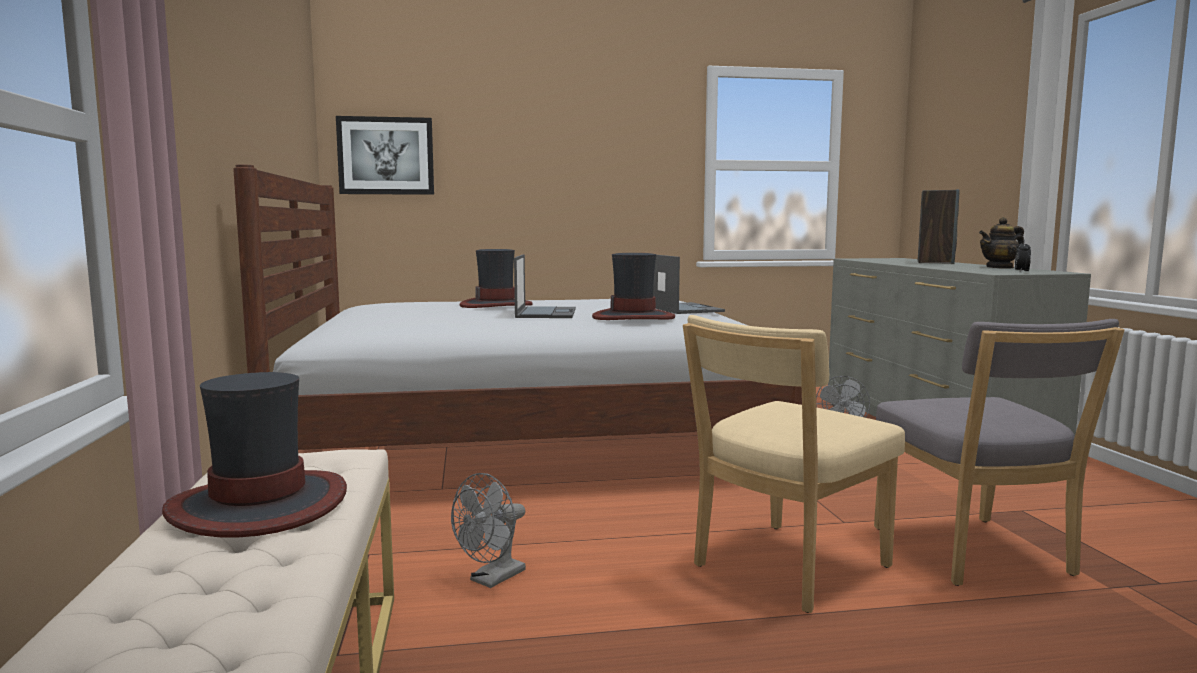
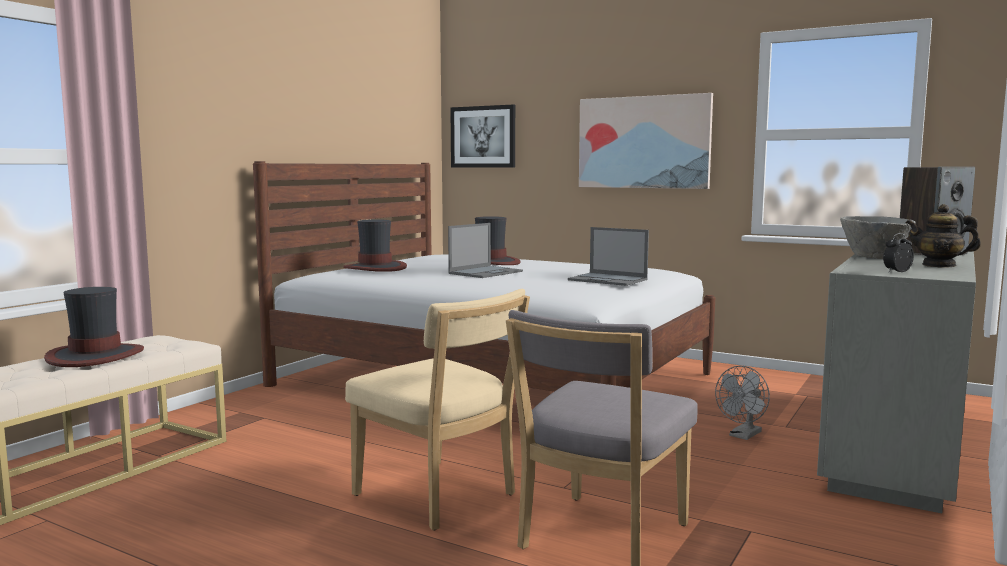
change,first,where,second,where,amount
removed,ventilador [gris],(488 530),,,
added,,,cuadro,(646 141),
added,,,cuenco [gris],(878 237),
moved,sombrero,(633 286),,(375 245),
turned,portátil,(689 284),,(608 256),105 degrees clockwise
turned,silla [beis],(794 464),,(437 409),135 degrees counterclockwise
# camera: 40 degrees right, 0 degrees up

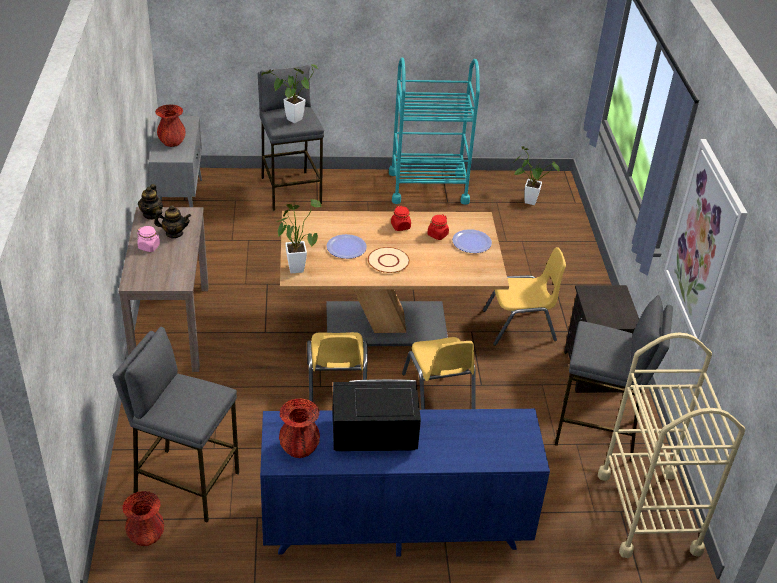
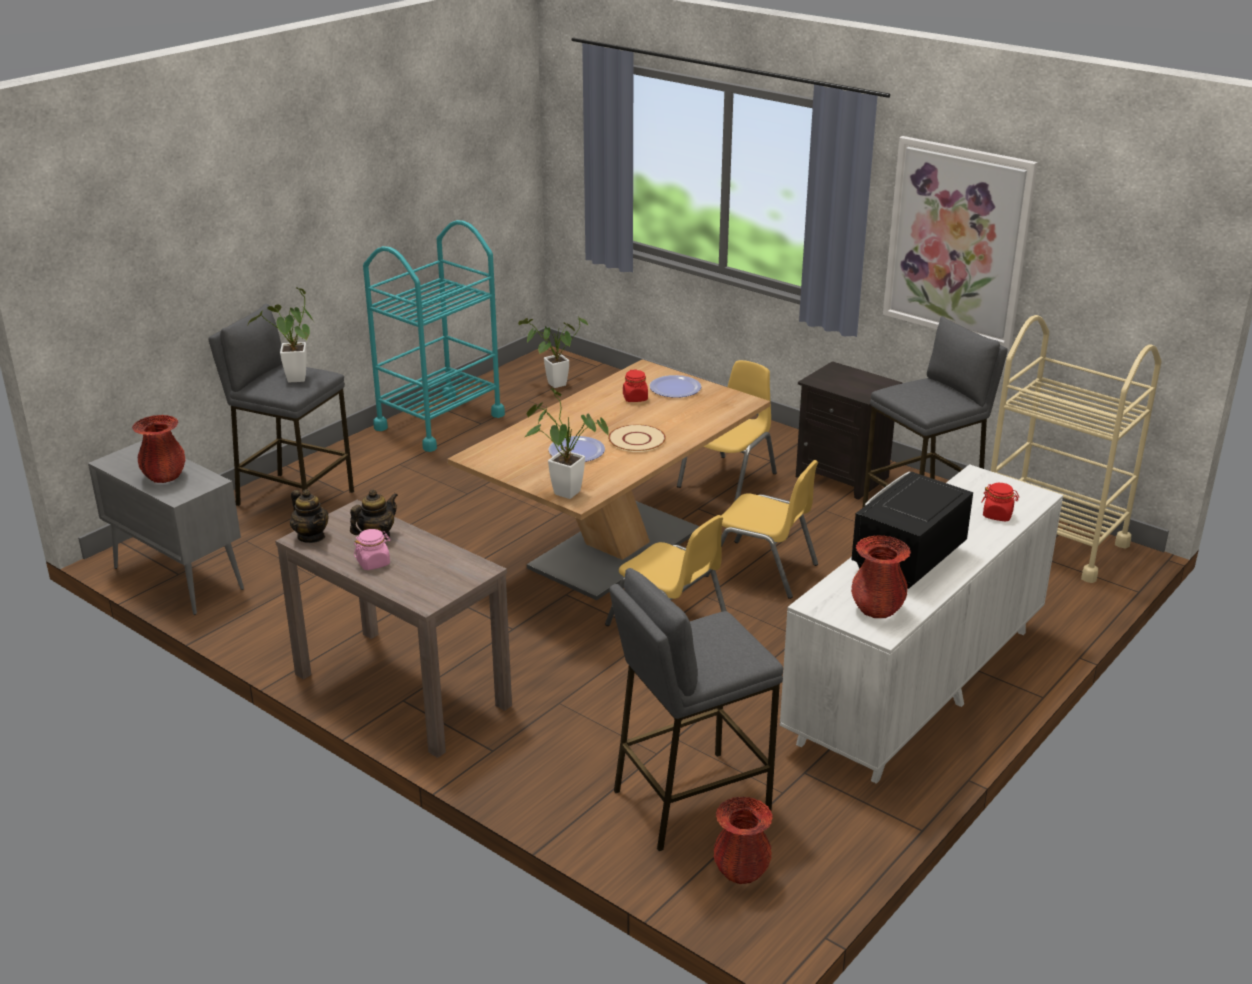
change,first,where,second,where,amount
moved,tarro [rojo],(401 218),,(1000 502),
recoloured,cómoda [azul],(405 483),cómoda [blanco],(921 624),
# camera: 45 degrees left, 10 degrees down

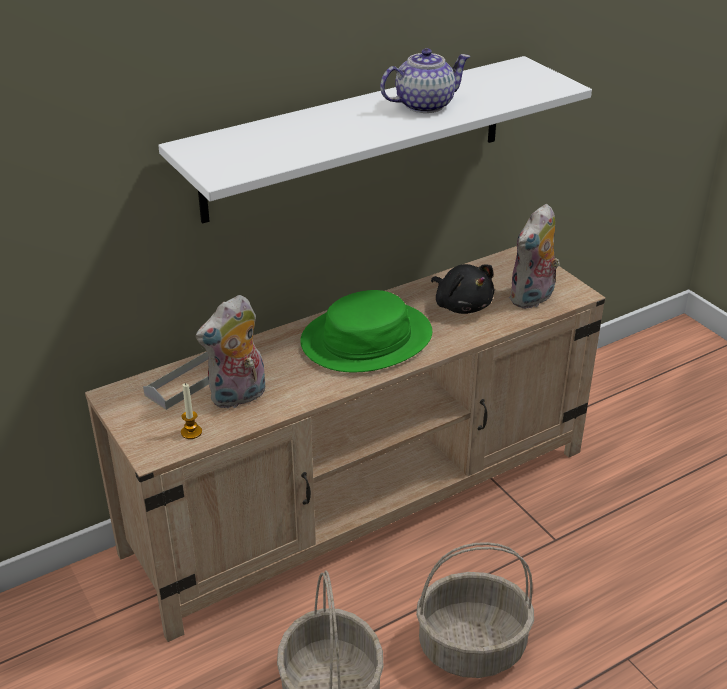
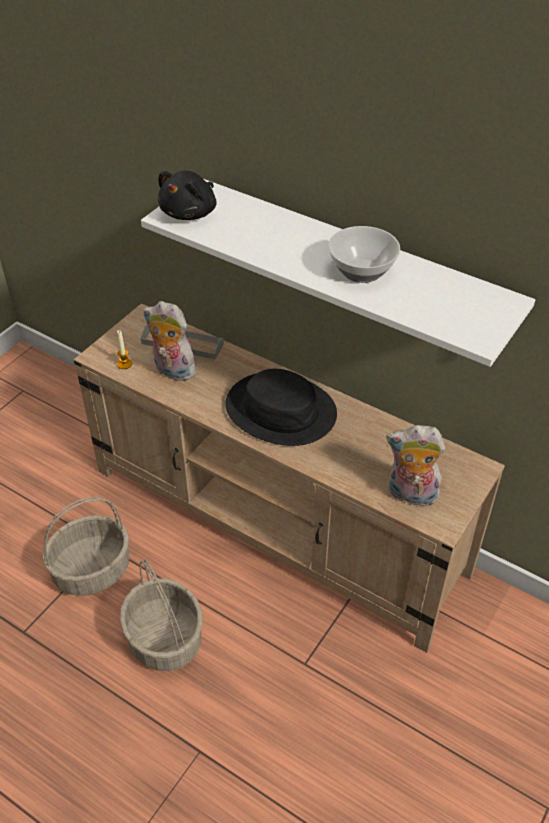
change,first,where,second,where,amount
moved,peluche [negro],(462 289),,(187 195),
replaced,tetera,(425 80),cuenco,(364 254),
recoloured,sombrero [verde],(366 331),sombrero [negro],(281 407),
# camera: 65 degrees right, 10 degrees up

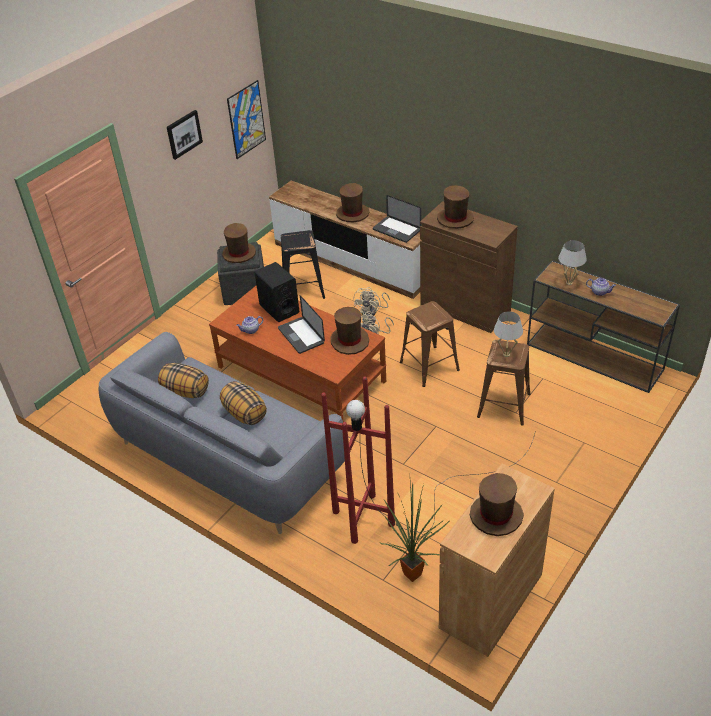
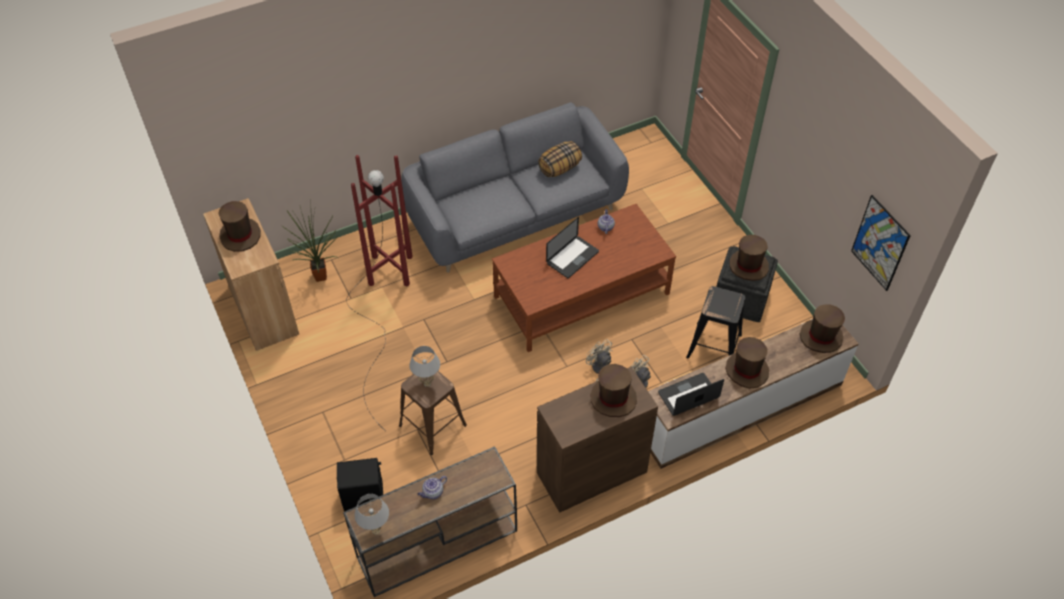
change,first,where,second,where,amount
removed,cuadro,(185 135),,,
removed,cojín,(243 403),,,
removed,taburete [marrón],(430 344),,,
moved,altavoz [negro],(277 292),,(360 484),
moved,sombrero [marrón],(349 331),,(822 329),
moved,lámpara de mesa [blanco],(572 262),,(371 514),
turned,portátil,(301 324),,(572 247),135 degrees clockwise
# camera: 115 degrees right, 10 degrees up

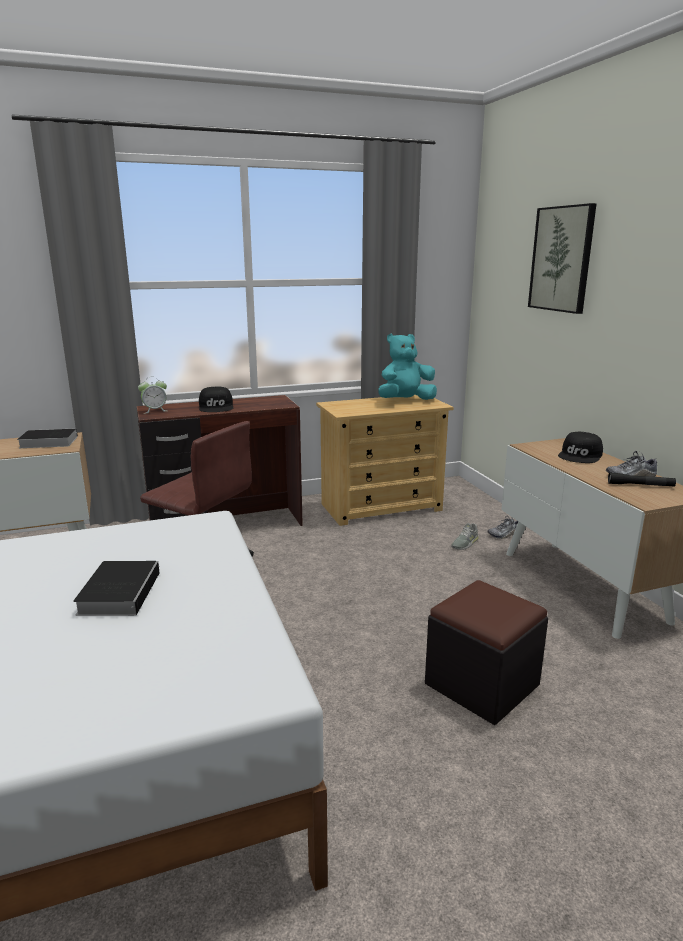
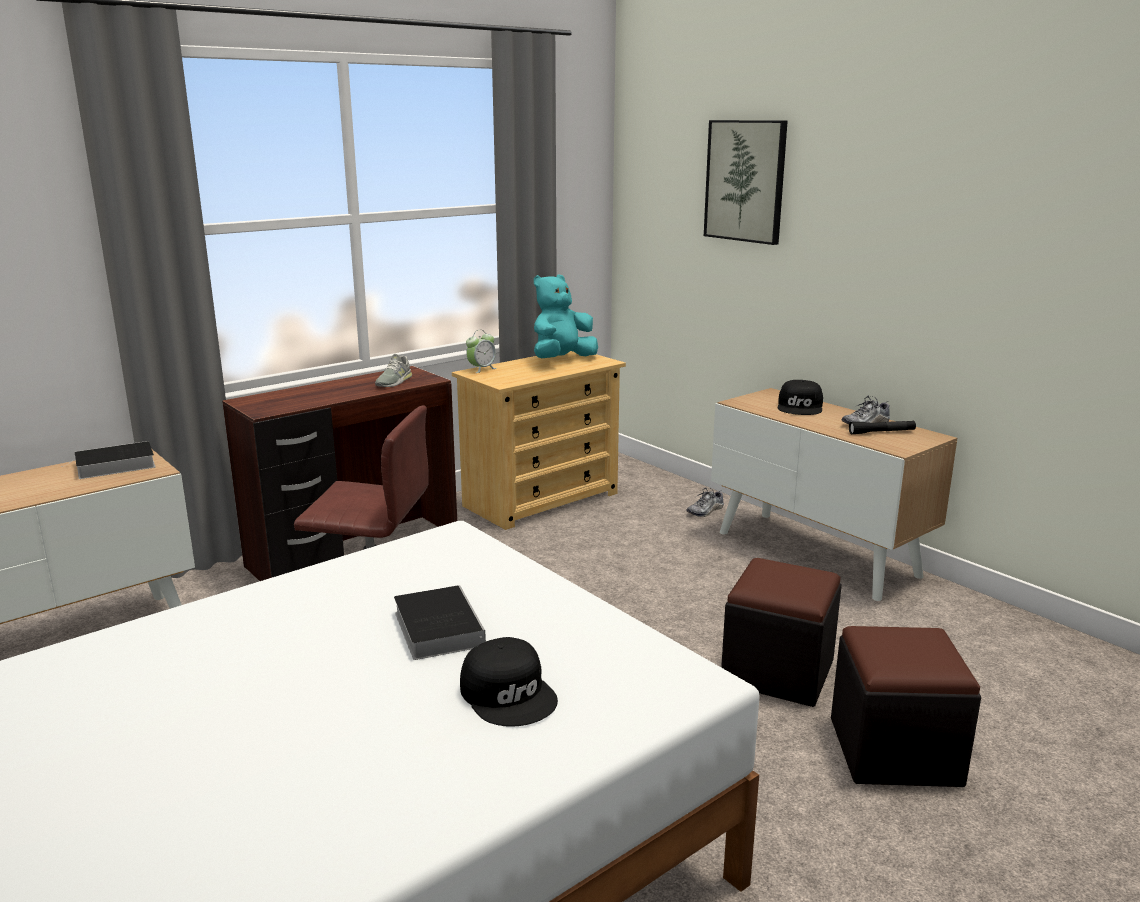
change,first,where,second,where,amount
added,,,puf [negro],(906 706),
moved,despertador,(152 395),,(481 351),
moved,gorra [negro],(216 399),,(509 682),
moved,zapato [gris],(465 536),,(393 370),
# camera: 20 degrees left, 0 degrees up

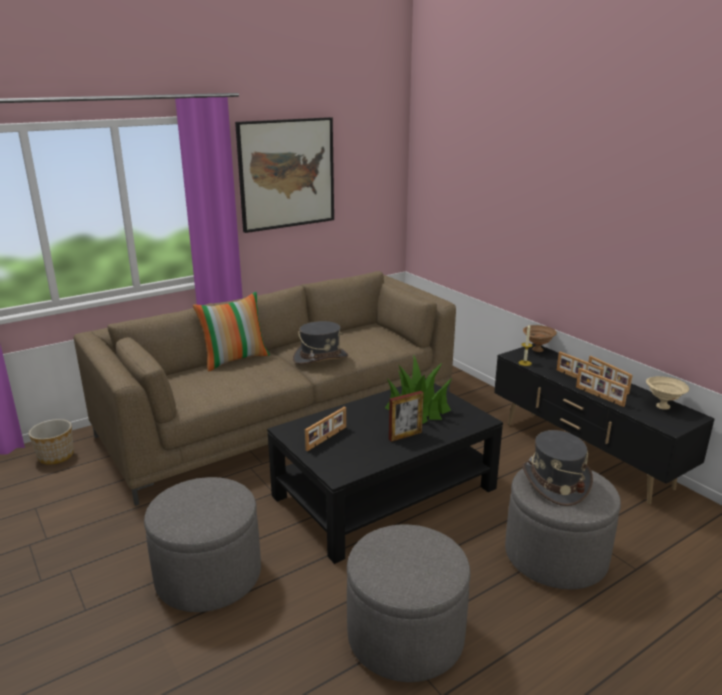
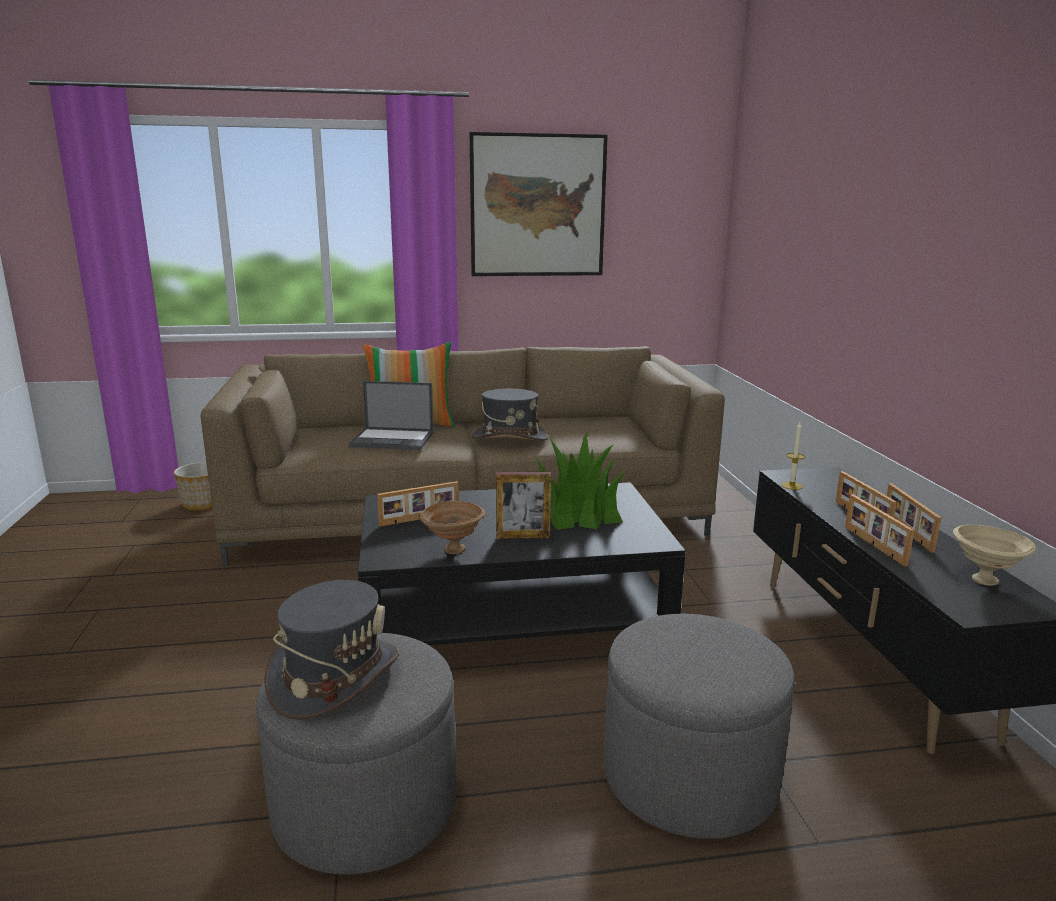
change,first,where,second,where,amount
removed,puf [gris],(202 544),,,
added,,,portátil,(391 415),
moved,cuenco [marrón],(540 338),,(452 527),
moved,sombrero [gris],(558 468),,(331 650),
# camera: 25 degrees right, 5 degrees down

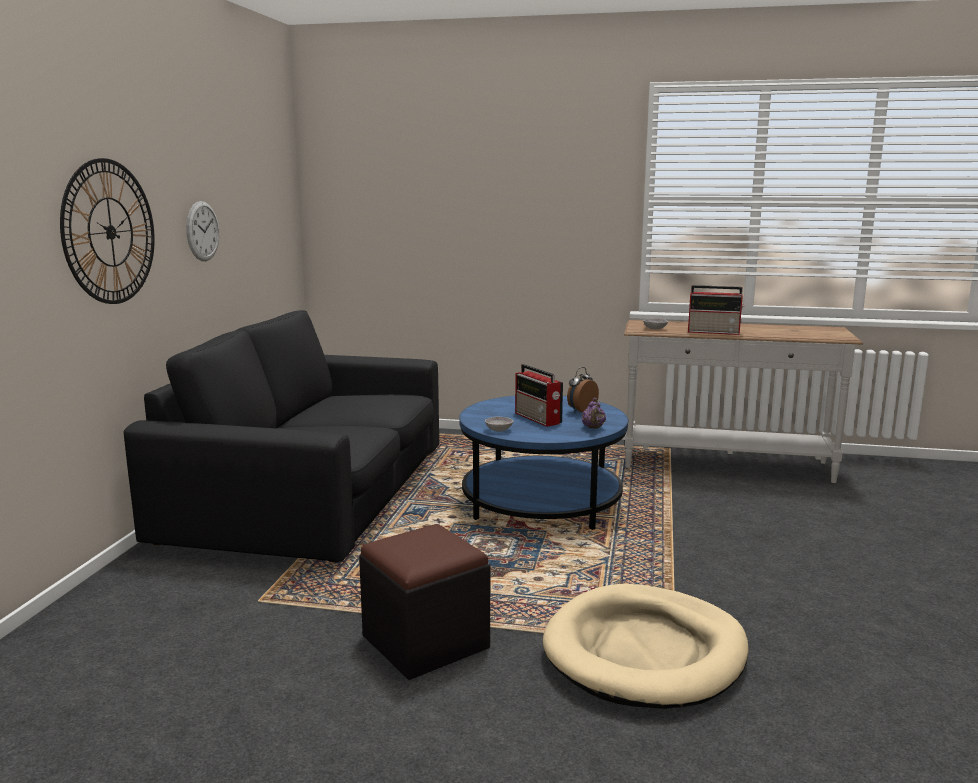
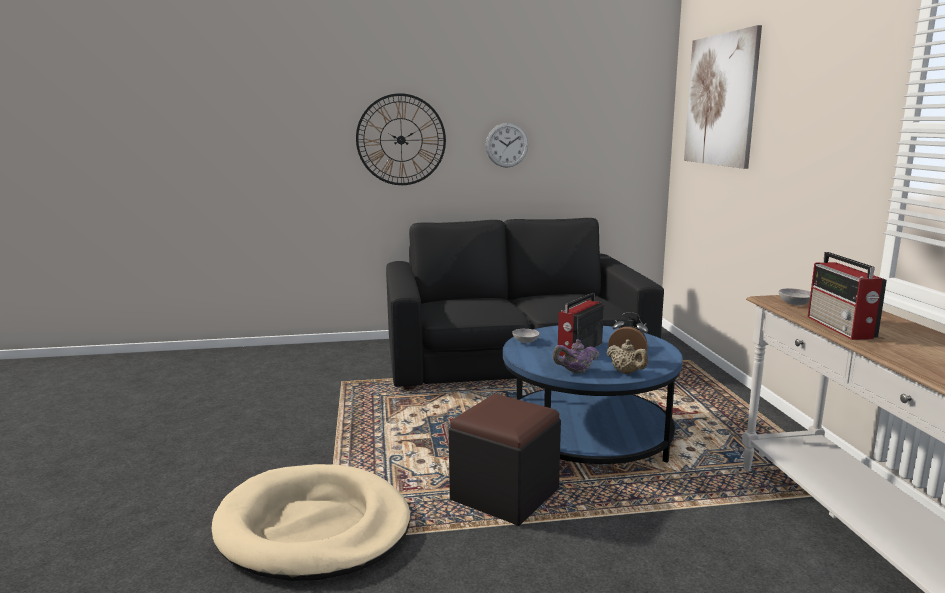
change,first,where,second,where,amount
added,,,tetera [beis],(627 357),
added,,,cuadro,(723 97),
moved,puf [negro],(424 602),,(505 460),
# camera: 70 degrees right, 0 degrees up

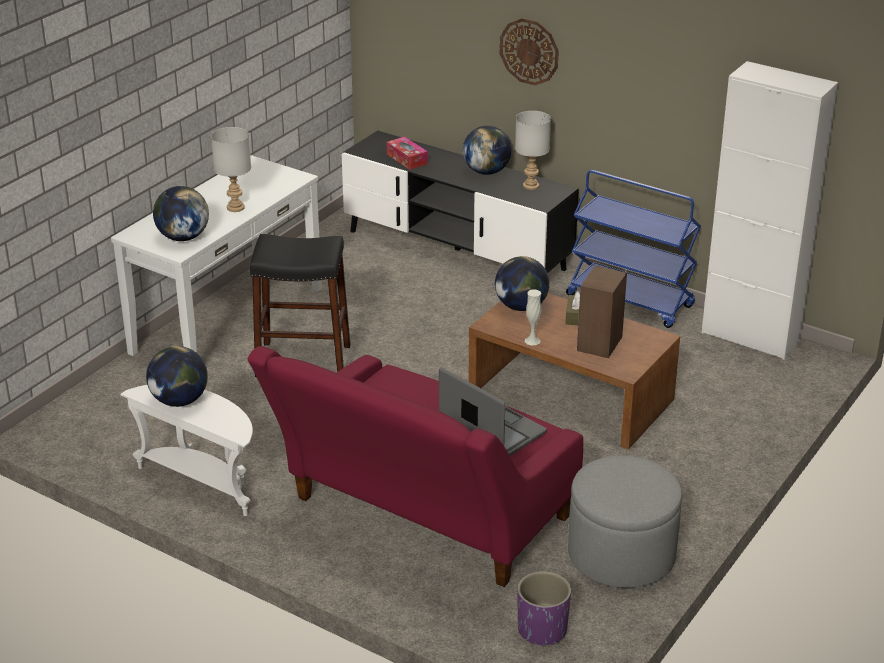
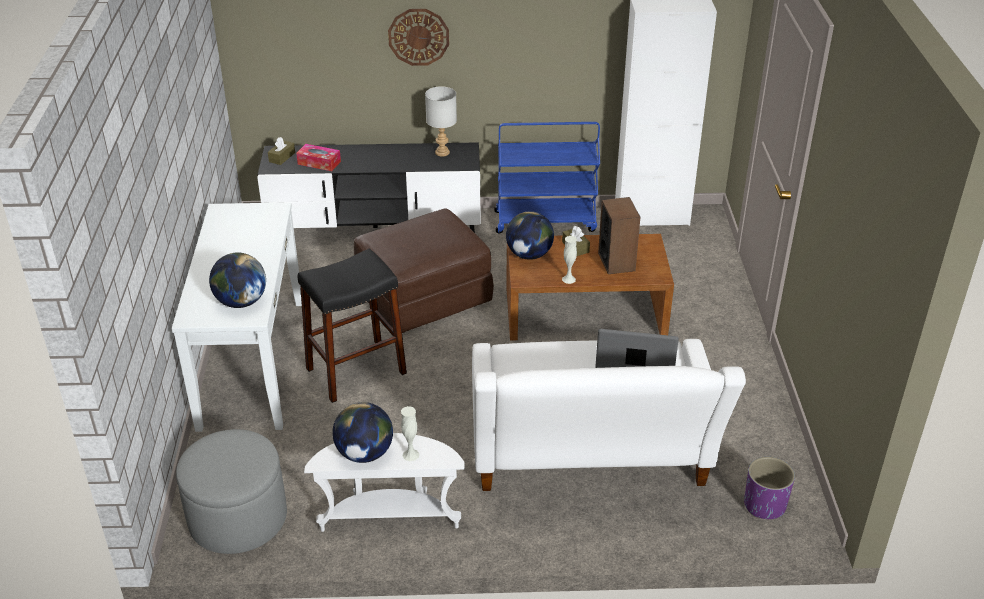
change,first,where,second,where,amount
removed,lámpara de mesa [gris],(231 169),,,
removed,globo terráqueo,(487 150),,,
added,,,caja de pañuelos [marrón],(281 151),
added,,,puf [marrón],(424 270),
added,,,florero [blanco],(410 433),
moved,puf [gris],(625 522),,(231 491),
recoloured,sofá [rojo],(415 466),sofá [blanco],(609 415),
# camera: 35 degrees left, 5 degrees up

